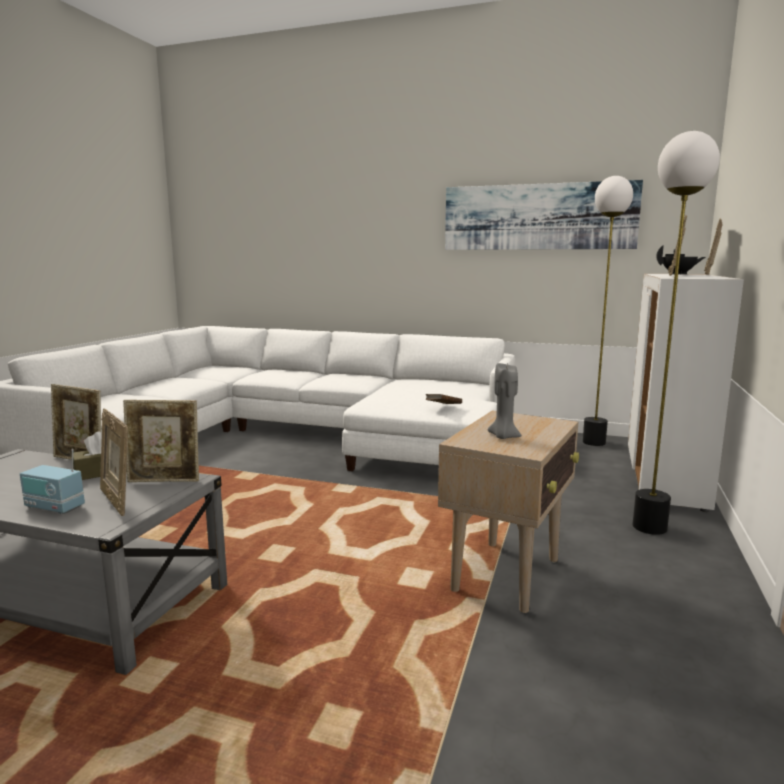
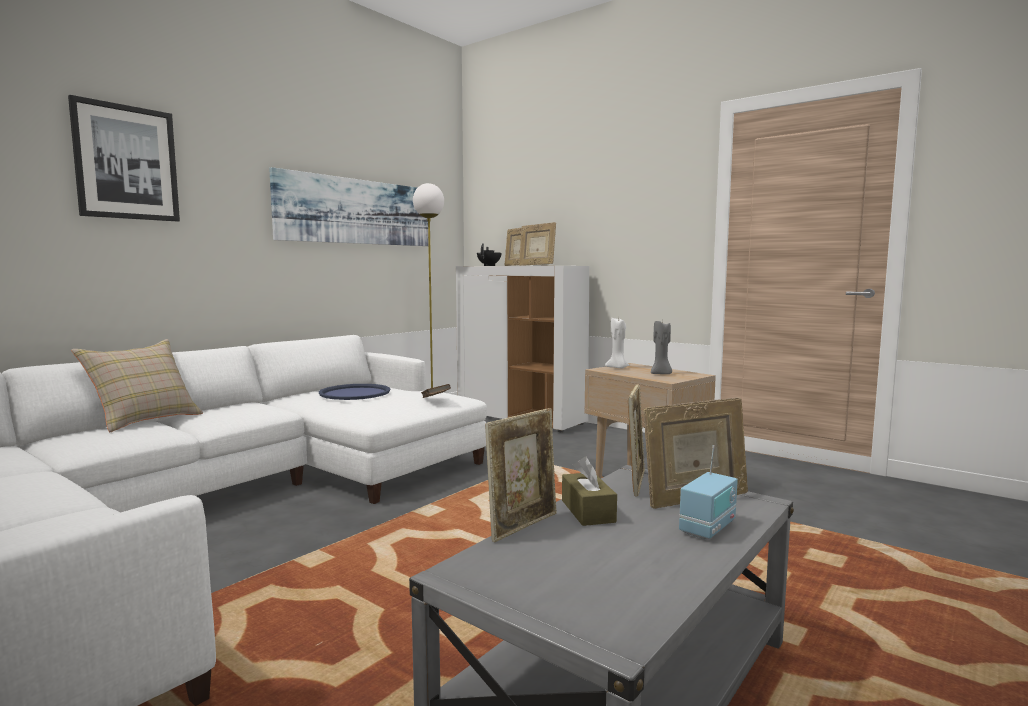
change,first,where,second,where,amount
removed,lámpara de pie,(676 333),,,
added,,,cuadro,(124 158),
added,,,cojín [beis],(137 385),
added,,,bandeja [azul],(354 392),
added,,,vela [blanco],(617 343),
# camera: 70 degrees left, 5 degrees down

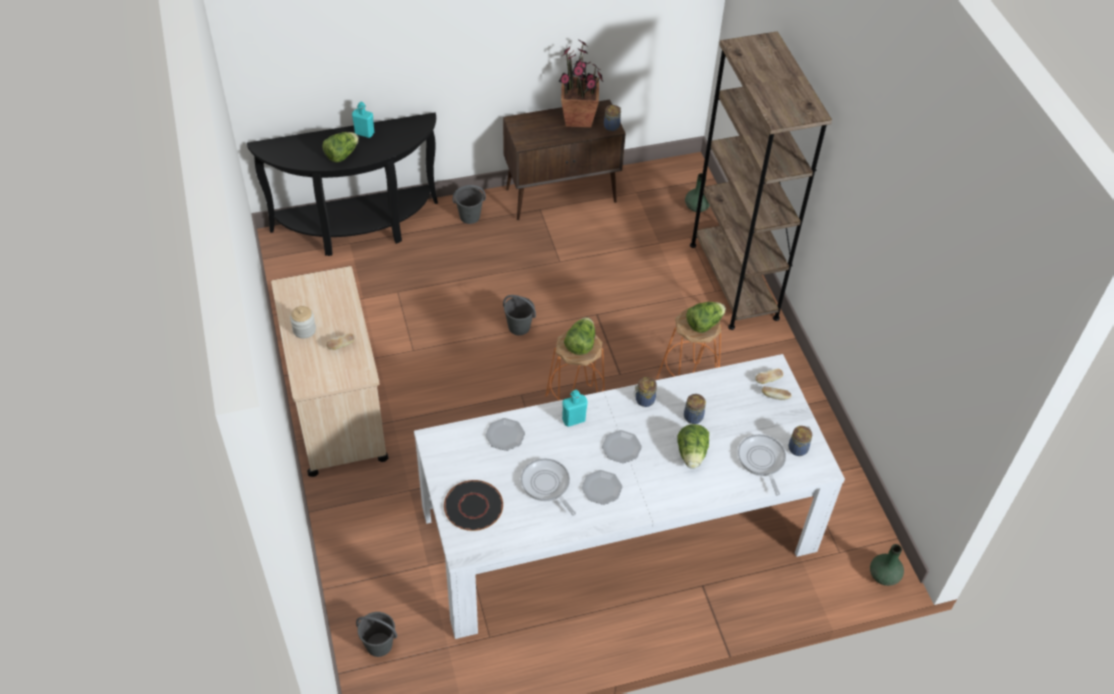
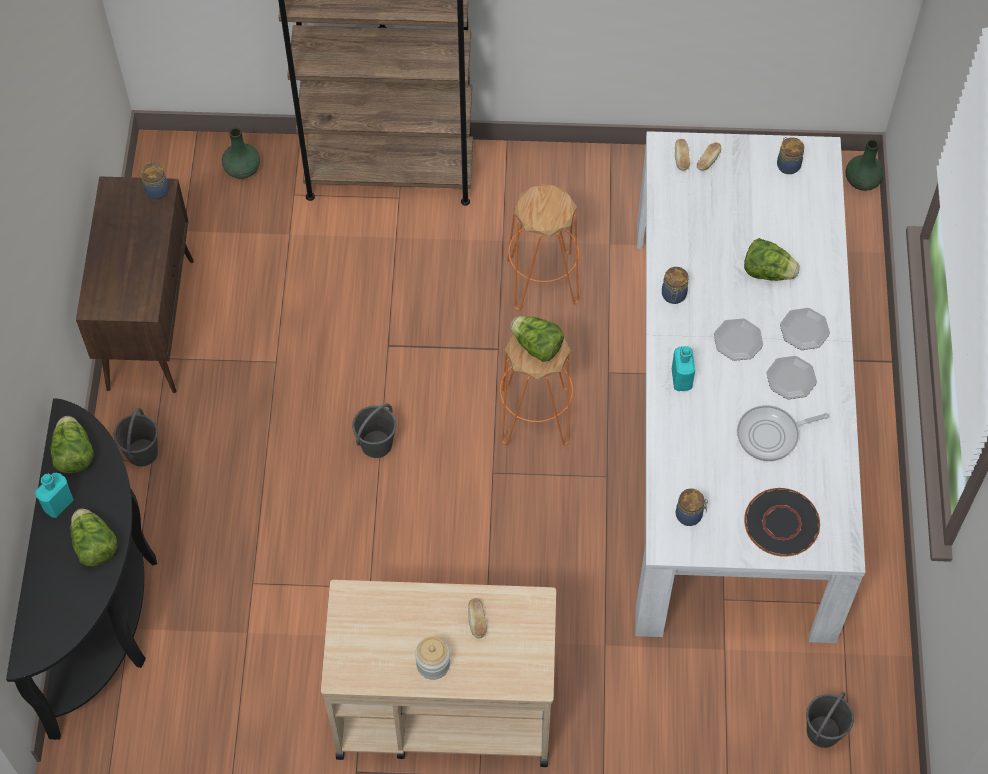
change,first,where,second,where,amount
removed,planta en maceta,(581 83),,,
removed,sartén,(762 465),,,
moved,plato,(505 434),,(805 329),
moved,tarro,(695 409),,(692 507),
moved,lechuga,(706 317),,(72 444),
# camera: 70 degrees left, 10 degrees up

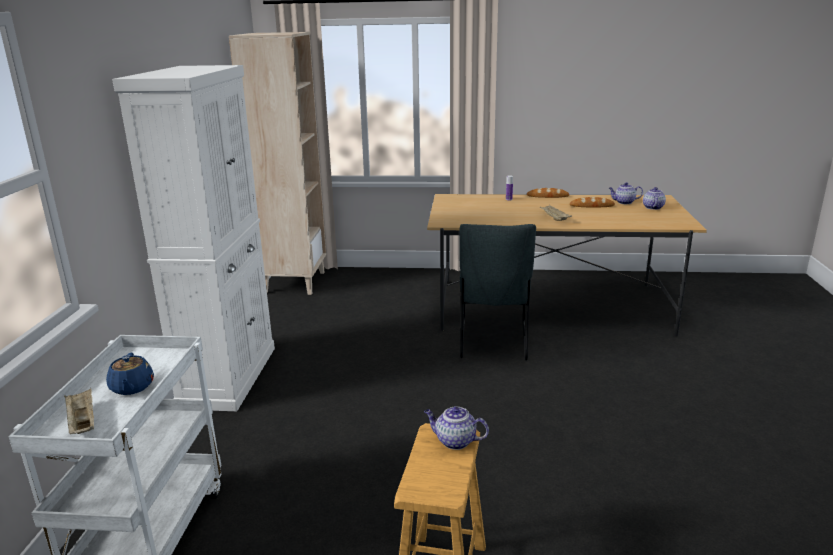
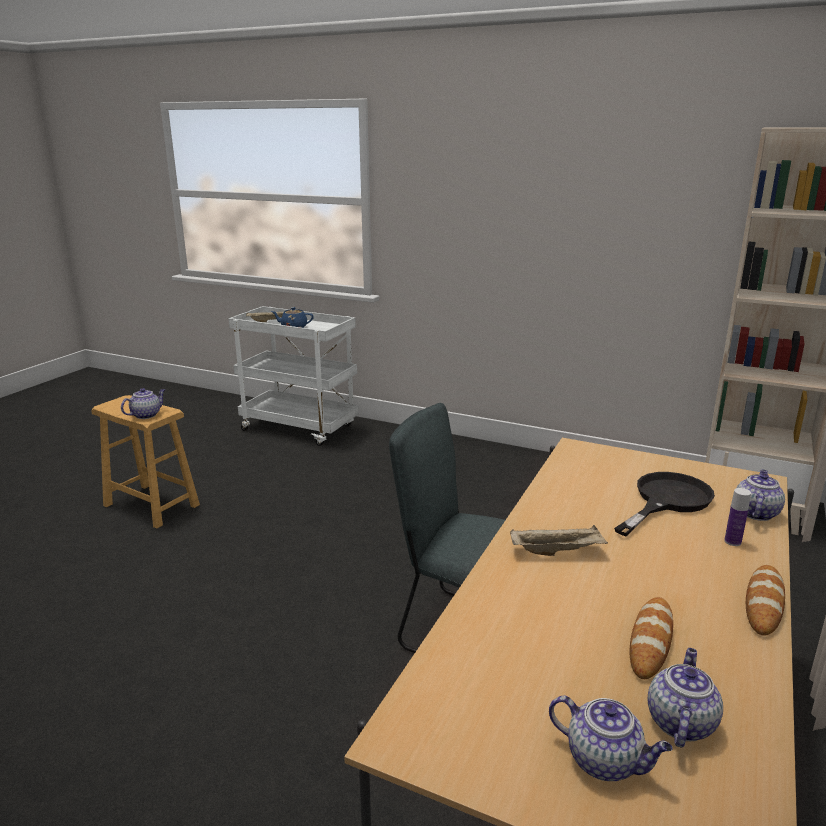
change,first,where,second,where,amount
removed,armario [blanco],(193 238),,,
added,,,sartén [negro],(664 504),
added,,,tetera,(760 495),
# camera: 110 degrees right, 0 degrees up

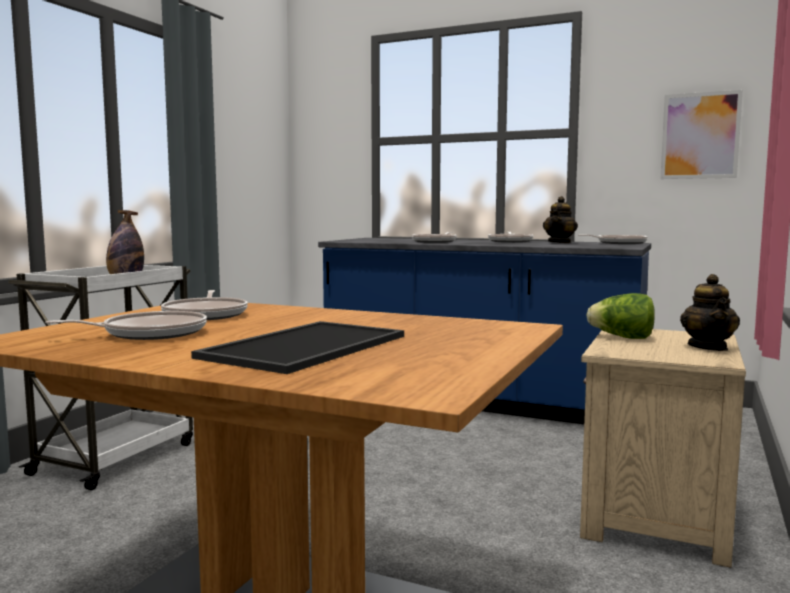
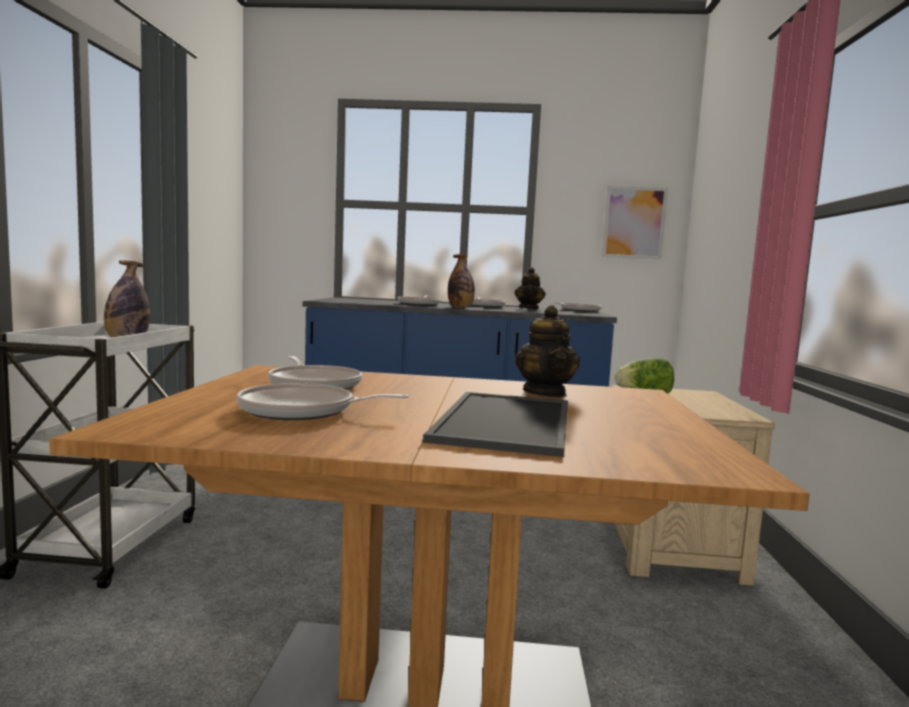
change,first,where,second,where,amount
added,,,botella,(461 281),
moved,tetera,(710 312),,(547 351),
turned,sartén,(126 325),,(322 401),135 degrees counterclockwise
# camera: 20 degrees left, 0 degrees up

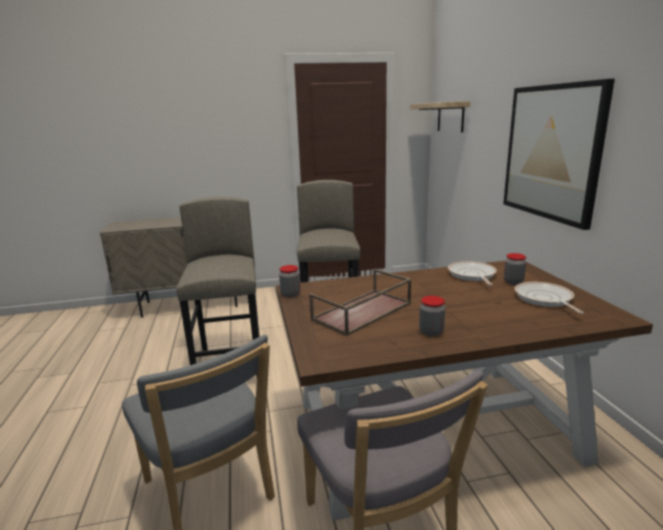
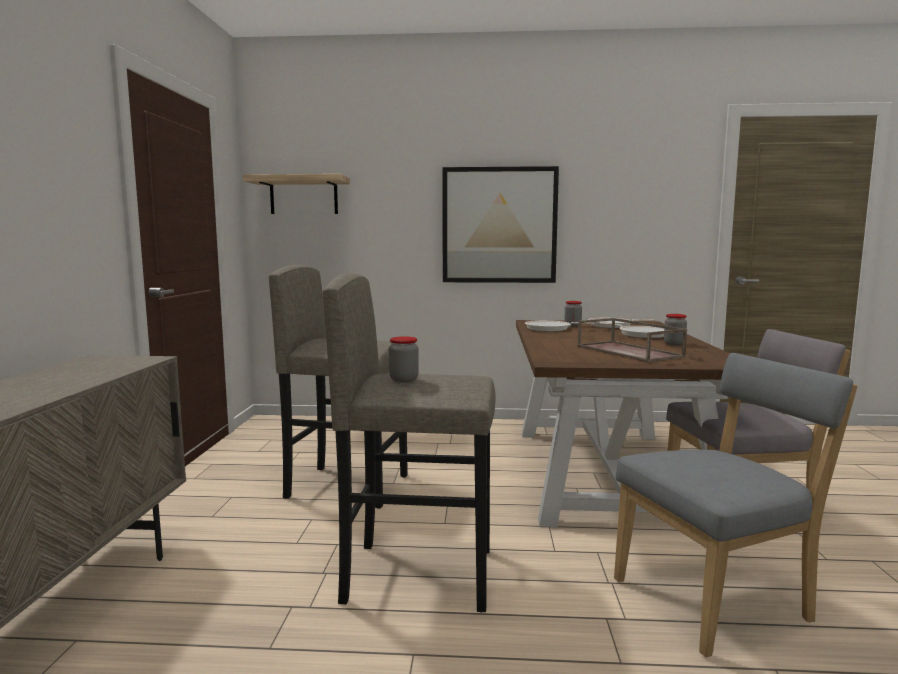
change,first,where,second,where,amount
added,,,sartén,(632 330),
moved,tarro,(289 281),,(404 359),
# camera: 75 degrees left, 10 degrees down

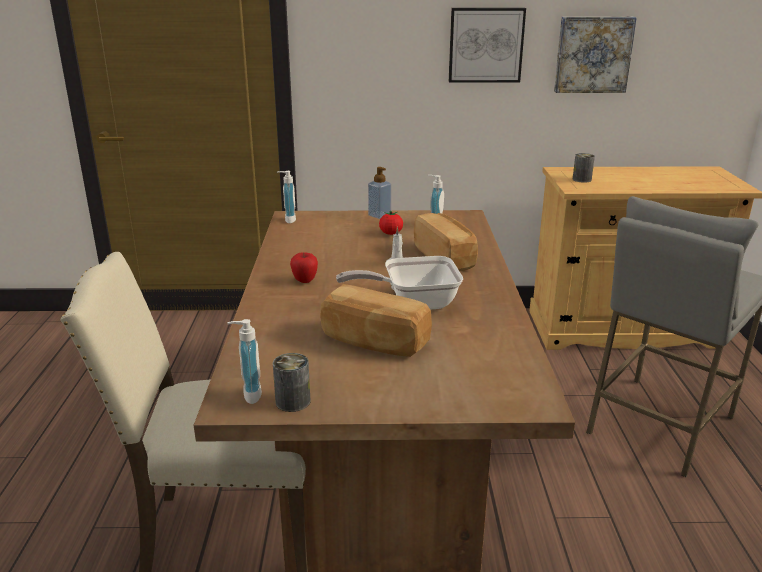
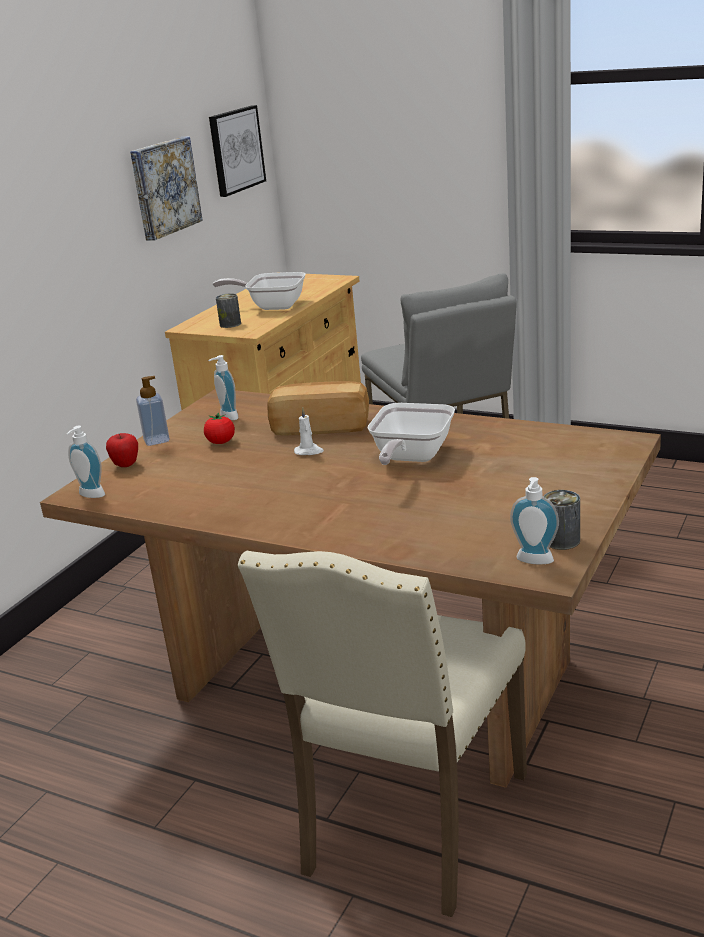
change,first,where,second,where,amount
removed,pan,(376 320),,,
added,,,sartén,(259 291),
moved,manzana,(304 267),,(122 450),
moved,cuadro,(487 45),,(237 151),
# camera: 60 degrees left, 0 degrees up

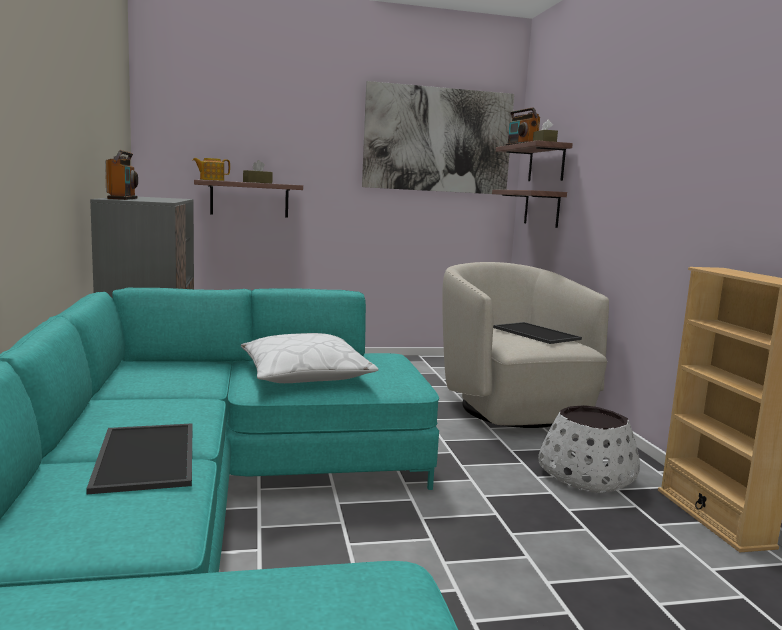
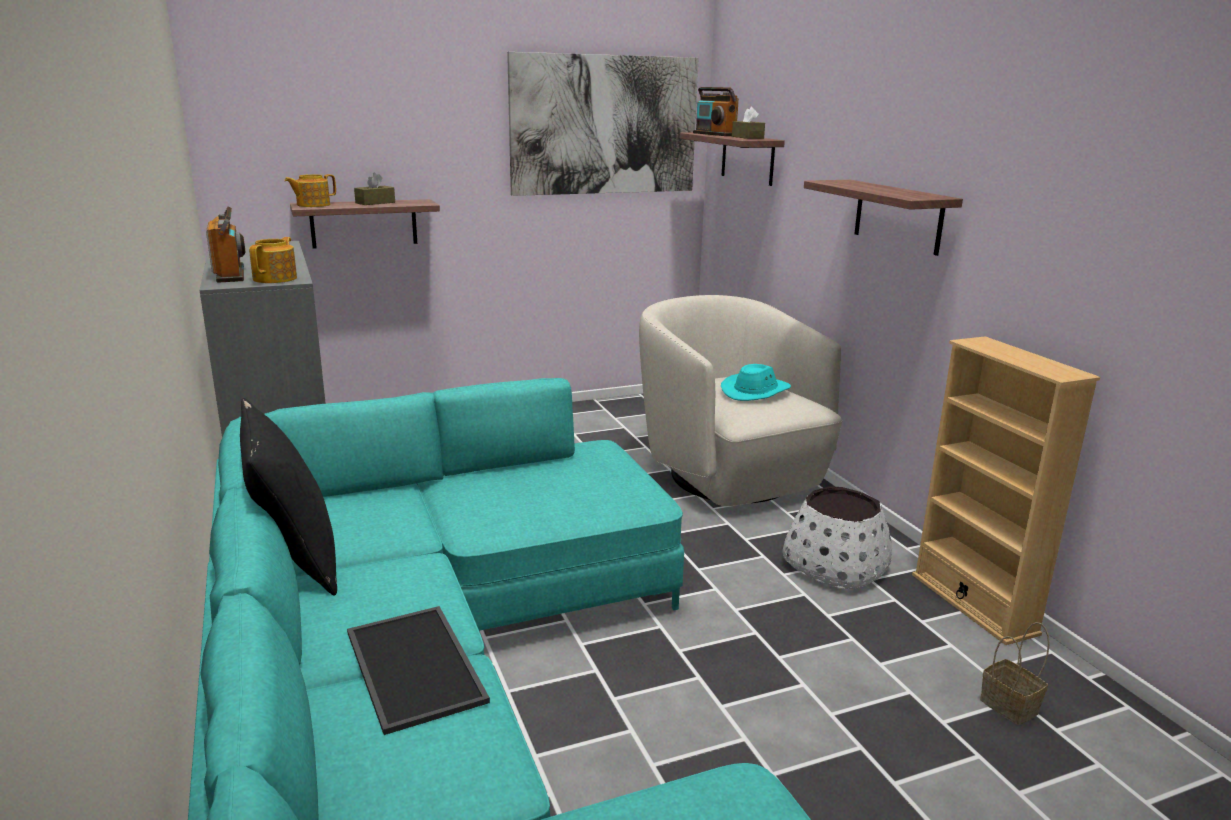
change,first,where,second,where,amount
removed,cojín [blanco],(309 358),,,
added,,,cojín [negro],(288 497),
added,,,tetera,(273 260),
added,,,cesta,(1015 673),
moved,estante,(529 209),,(883 218),
replaced,bandeja,(537 333),sombrero [turquesa],(756 382),
# camera: 10 degrees left, 10 degrees up

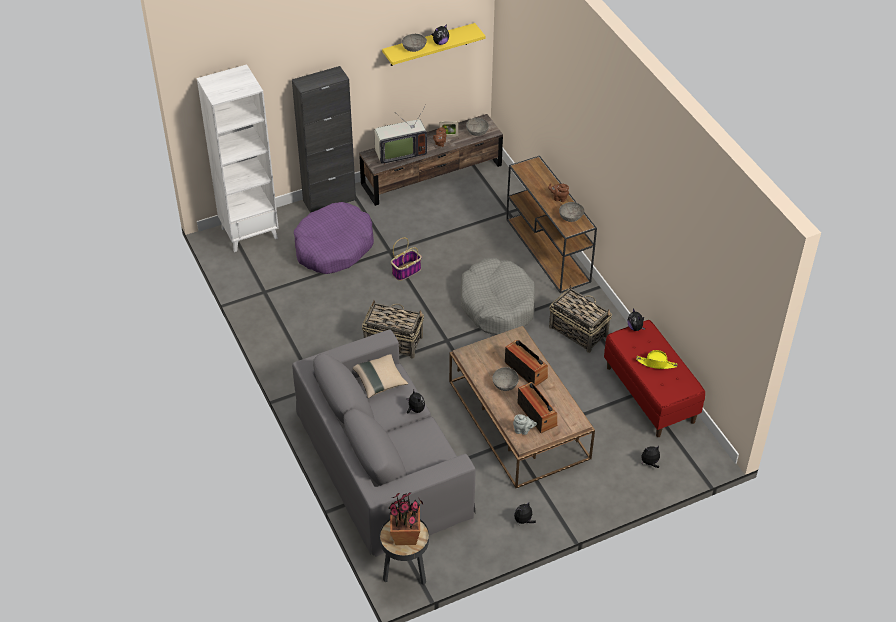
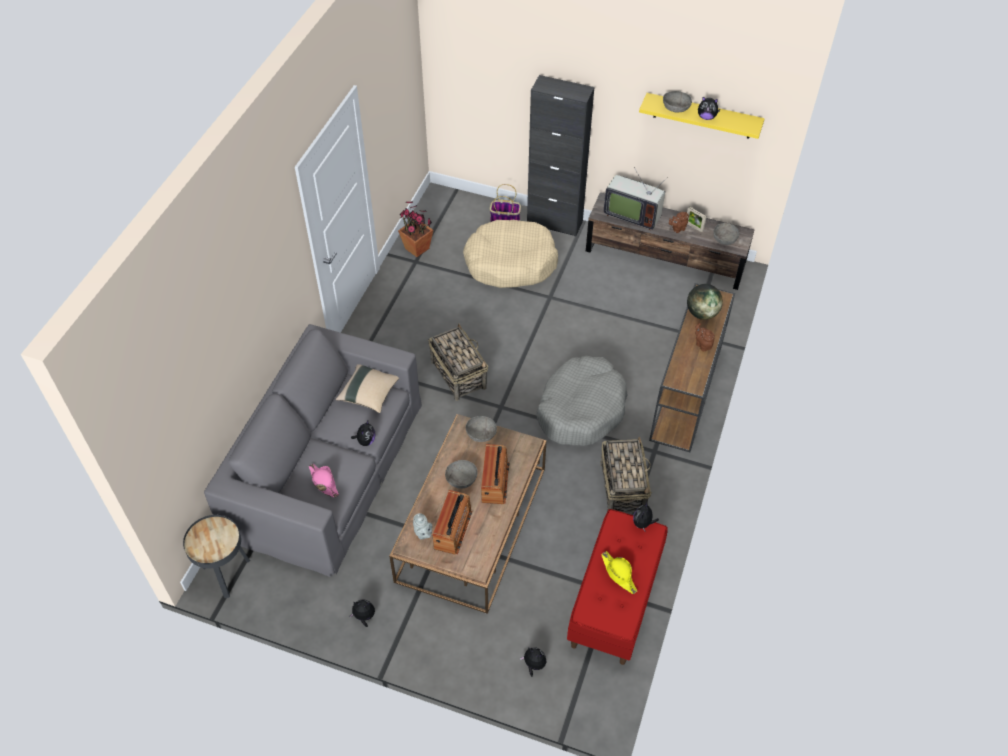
change,first,where,second,where,amount
removed,estantería [blanco],(238 158),,,
added,,,sombrero [rosa],(324 480),
added,,,globo terráqueo,(705 302),
moved,planta en maceta,(406 518),,(415 229),
moved,cesta,(406 259),,(505 203),
moved,cuenco [gris],(572 212),,(481 429),
recoloured,cama para perro [morado],(334 238),cama para perro [beis],(510 254),
# camera: 45 degrees right, 5 degrees up

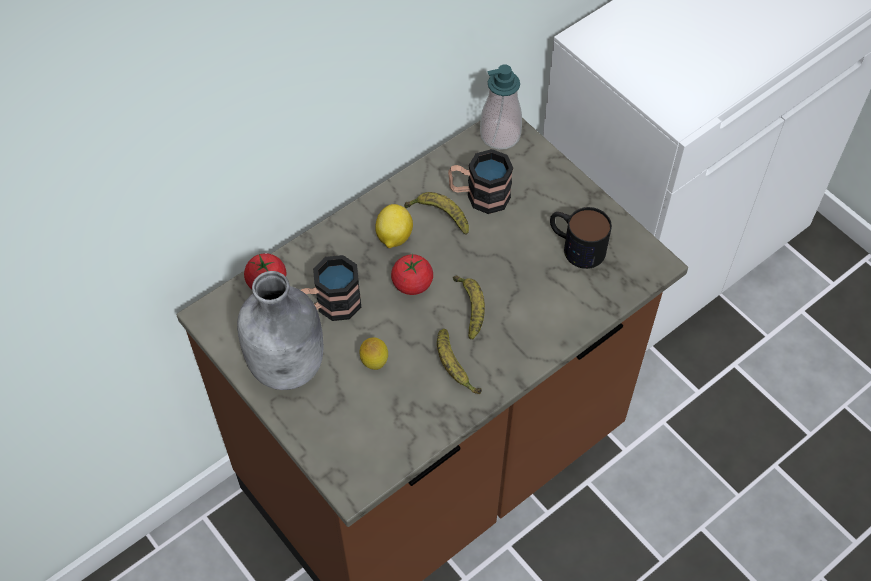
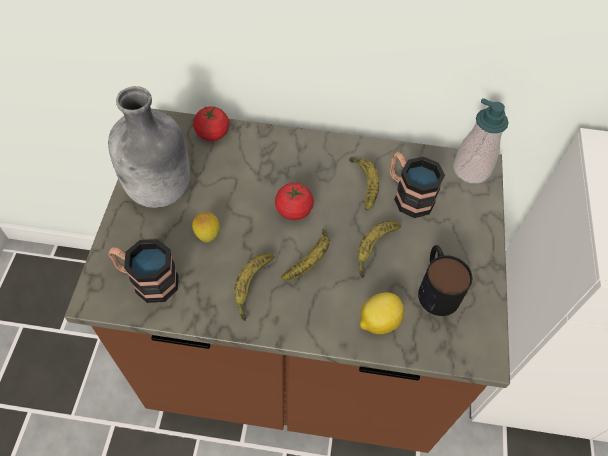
change,first,where,second,where,amount
added,,,plátano,(379 249),
moved,taza grande,(331 288),,(143 271),
moved,limón,(394 226),,(382 313),
# camera: 45 degrees right, 0 degrees up

